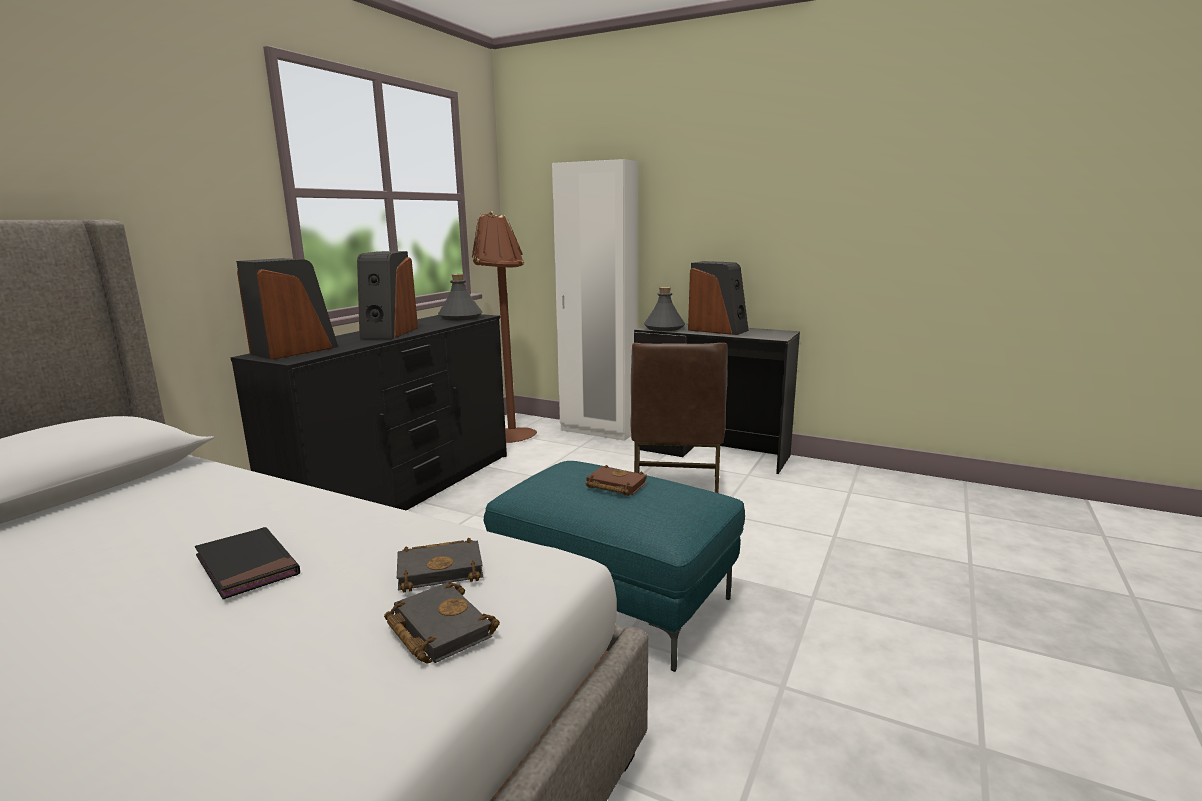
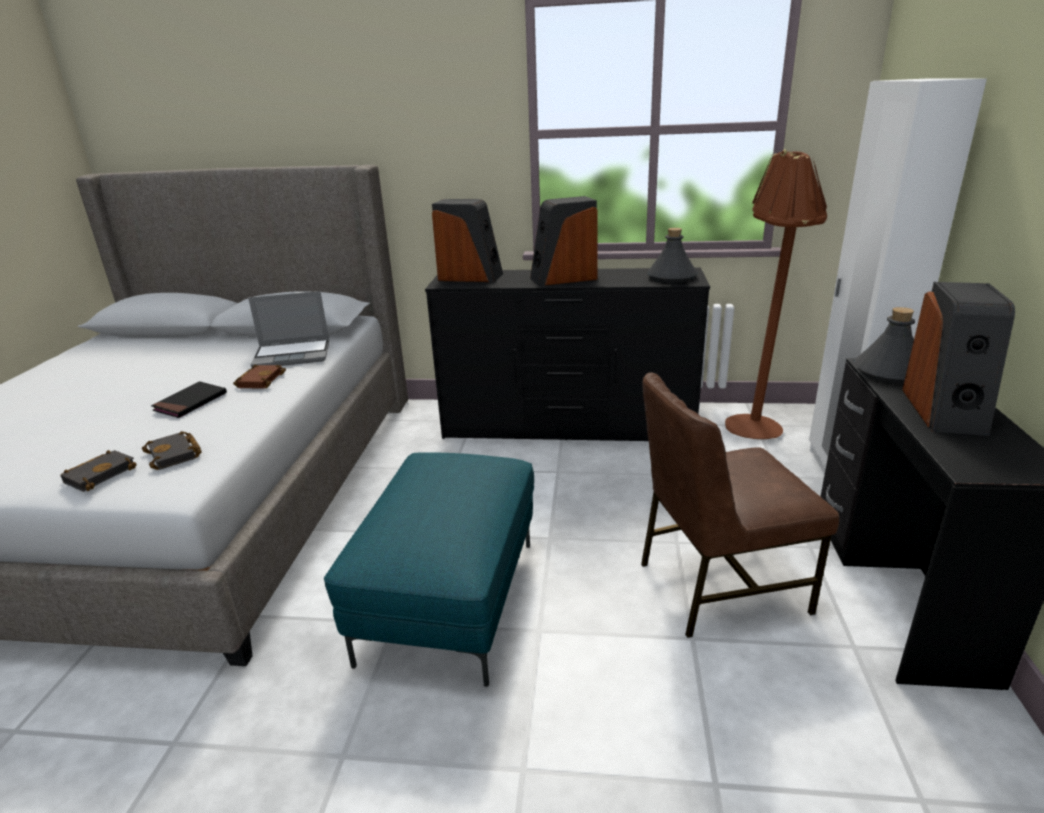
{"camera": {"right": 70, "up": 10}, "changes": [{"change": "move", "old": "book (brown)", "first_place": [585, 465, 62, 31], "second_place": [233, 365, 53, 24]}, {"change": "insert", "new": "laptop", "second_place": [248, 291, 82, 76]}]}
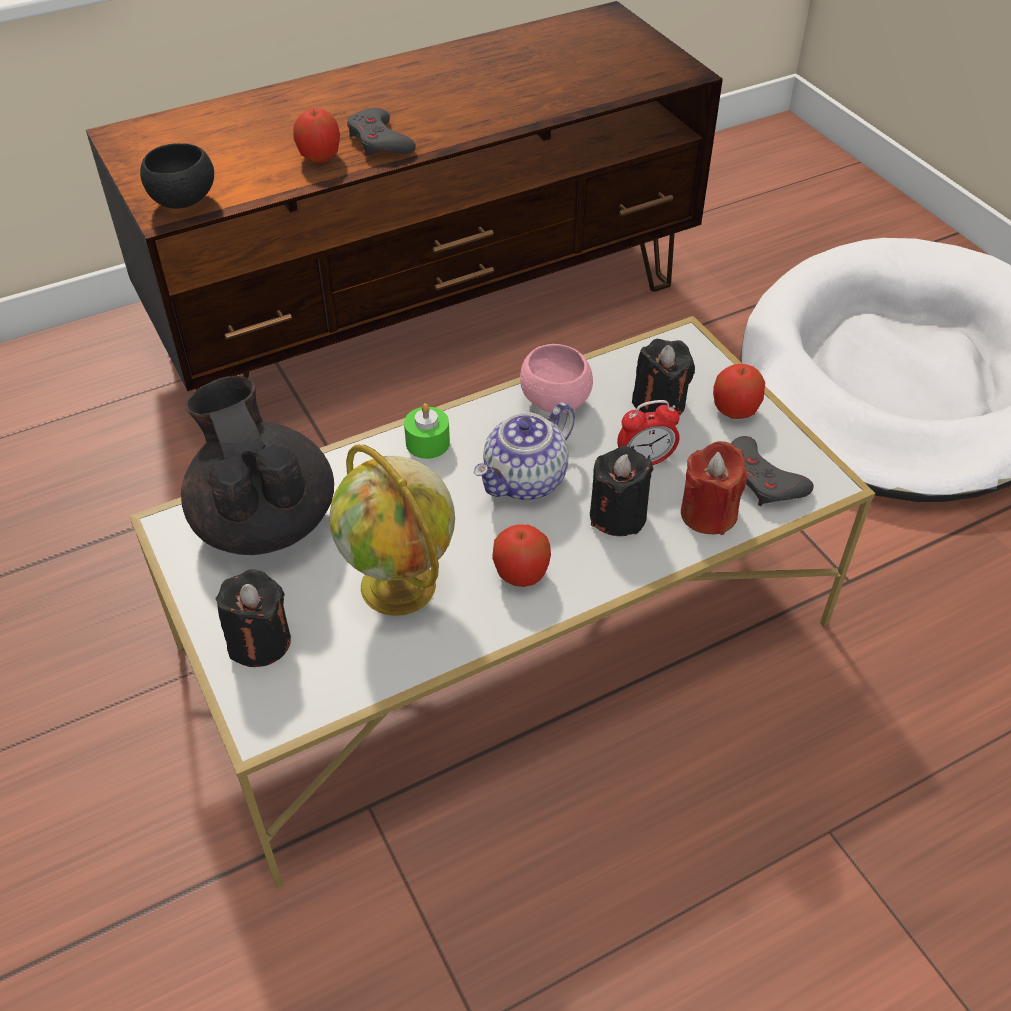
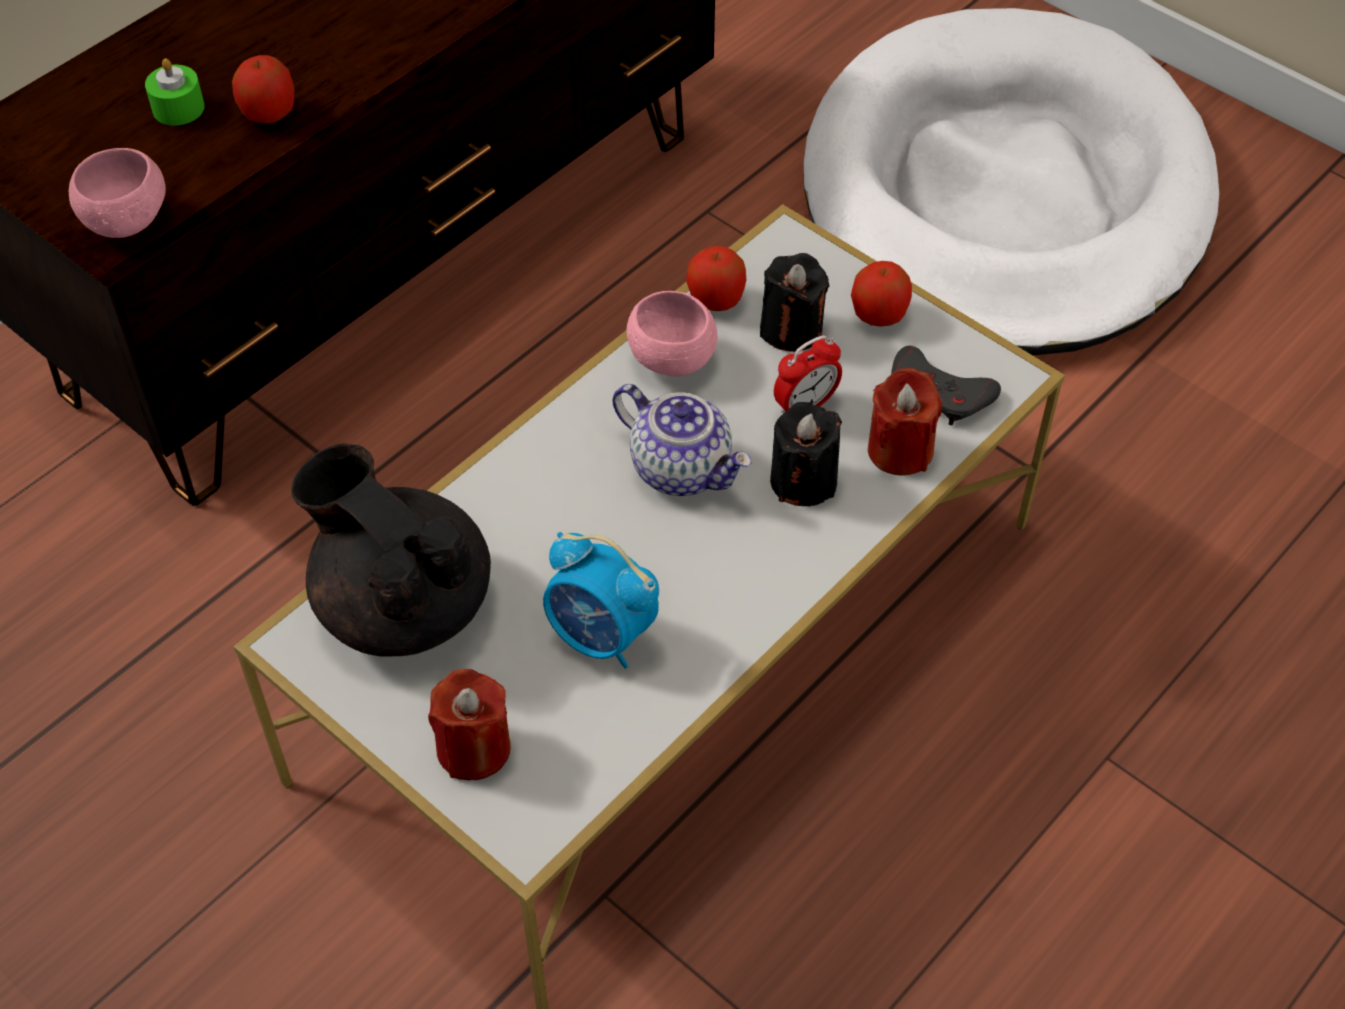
{"camera": {"right": -20, "up": 5}, "changes": [{"change": "recolor", "old": "bowl (black)", "new": "bowl (pink)", "first_place": [140, 143, 74, 66], "second_place": [69, 148, 97, 90]}, {"change": "recolor", "old": "candle (black)", "new": "candle (red)", "first_place": [216, 569, 75, 98], "second_place": [428, 669, 83, 112]}, {"change": "replace", "old": "globe", "new": "alarm clock", "first_place": [330, 445, 125, 171], "second_place": [543, 532, 116, 137]}, {"change": "delete", "old": "game controller (grey)", "first_place": [347, 108, 69, 48]}, {"change": "move", "old": "candle (green)", "first_place": [404, 403, 46, 56], "second_place": [145, 58, 60, 68]}, {"change": "rotate", "old": "teapot", "first_place": [474, 402, 101, 98], "second_place": [612, 384, 140, 112], "degrees": -75}, {"change": "move", "old": "apple", "first_place": [492, 524, 59, 63], "second_place": [686, 246, 60, 65]}]}
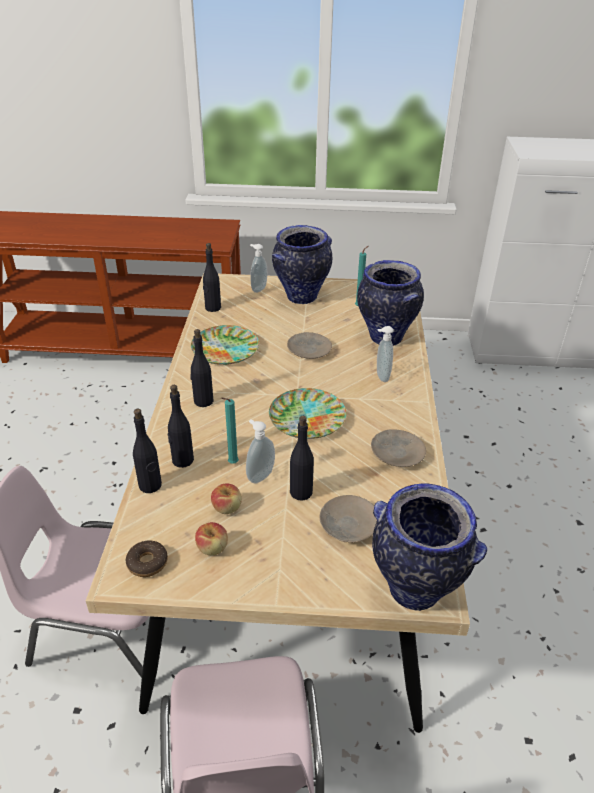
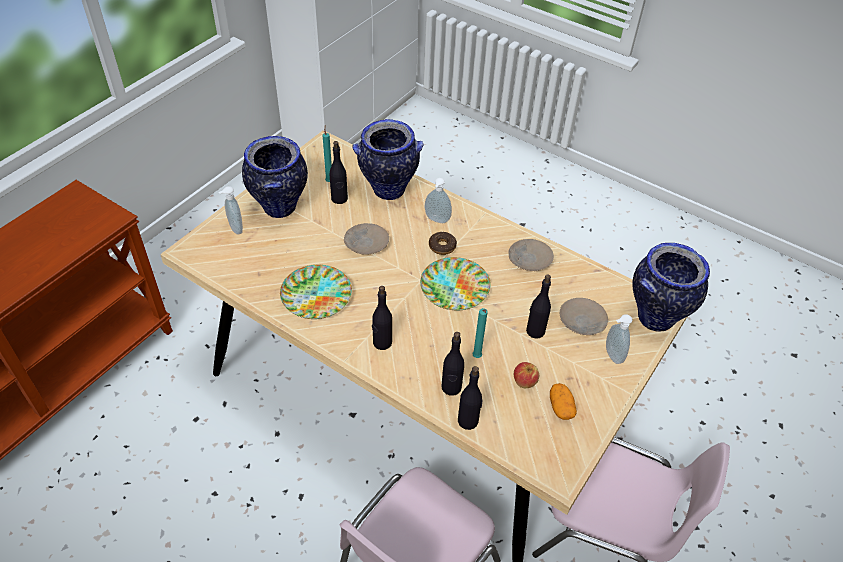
{"camera": {"right": -60, "up": 10}, "changes": [{"change": "move", "old": "donut", "first_place": [126, 540, 42, 37], "second_place": [429, 232, 28, 23]}, {"change": "replace", "old": "apple", "new": "potato", "first_place": [195, 522, 33, 33], "second_place": [550, 383, 27, 37]}, {"change": "move", "old": "bottle (black)", "first_place": [203, 243, 18, 69], "second_place": [330, 141, 18, 63]}, {"change": "move", "old": "soap dispenser", "first_place": [246, 420, 29, 64], "second_place": [606, 314, 26, 50]}]}
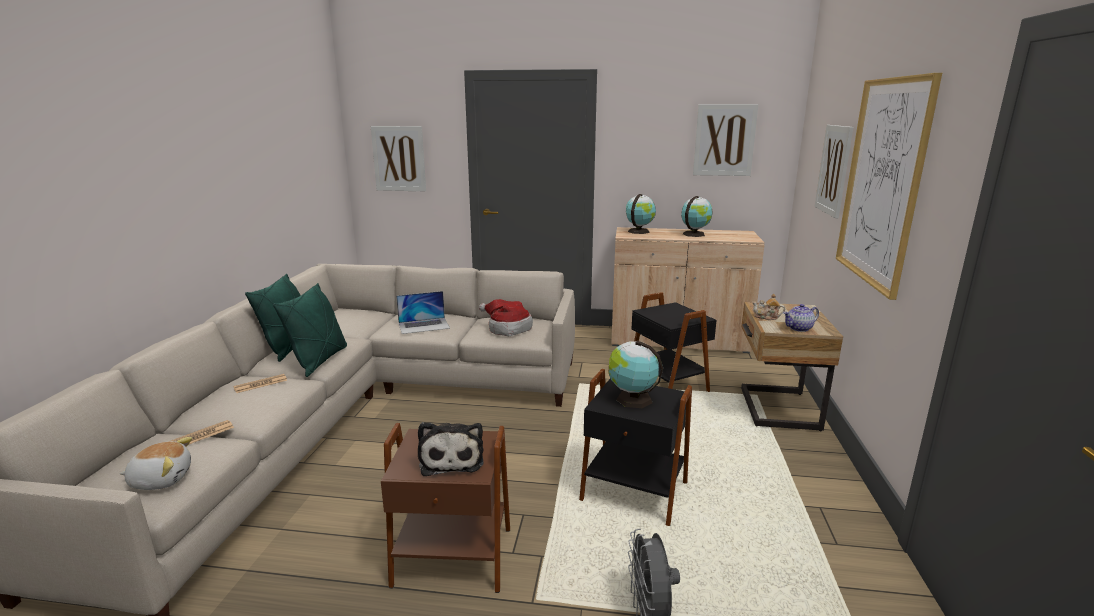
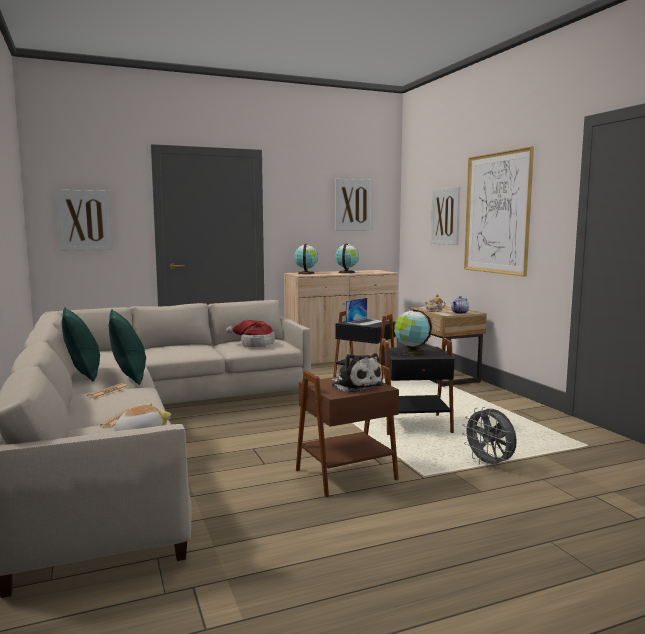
{"camera": {"right": -30, "up": -10}, "changes": [{"change": "move", "old": "laptop", "first_place": [396, 291, 54, 43], "second_place": [346, 298, 36, 28]}]}
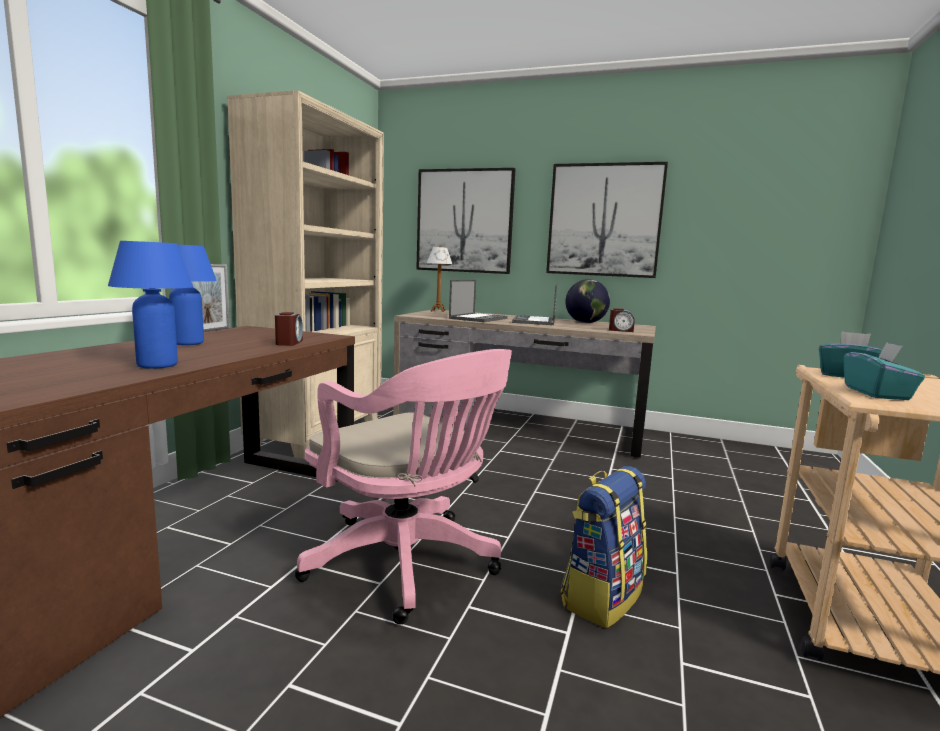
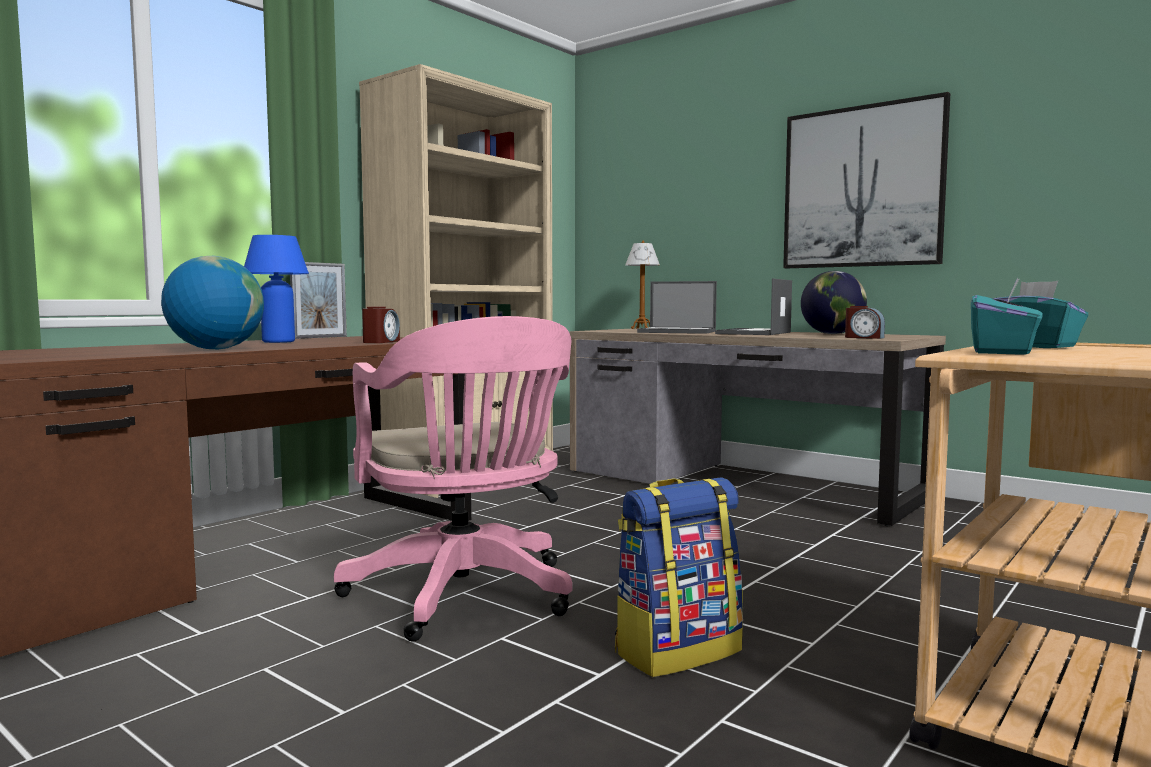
{"camera": {"right": 20, "up": -5}, "changes": [{"change": "replace", "old": "table lamp (blue)", "new": "globe", "first_place": [108, 241, 85, 128], "second_place": [161, 256, 103, 93]}, {"change": "delete", "old": "picture", "first_place": [416, 168, 100, 106]}, {"change": "rotate", "old": "laptop", "first_place": [449, 280, 59, 42], "second_place": [637, 281, 80, 53], "degrees": 60}]}
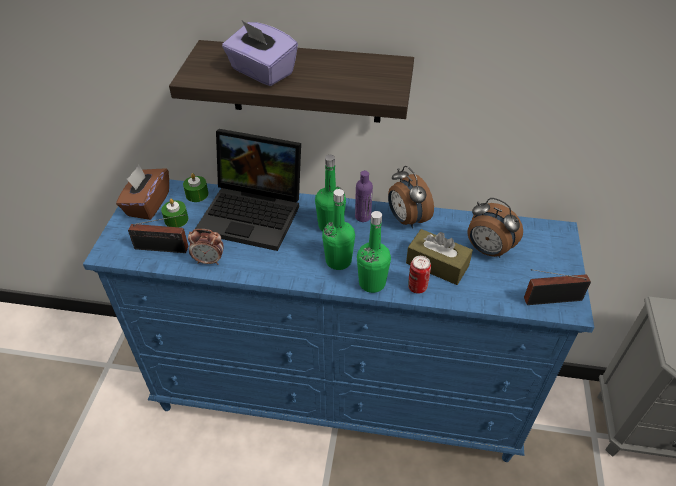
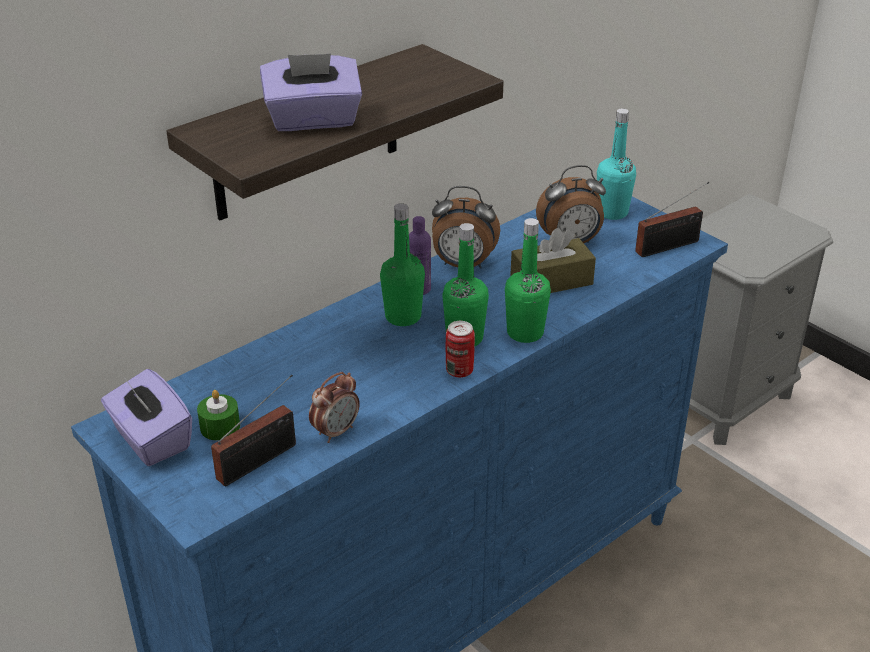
{"camera": {"right": -50, "up": -10}, "changes": [{"change": "recolor", "old": "tissue box (brown)", "new": "tissue box (purple)", "first_place": [116, 165, 53, 55], "second_place": [101, 369, 91, 97]}, {"change": "delete", "old": "candle (green)", "first_place": [183, 173, 26, 29]}, {"change": "delete", "old": "laptop", "first_place": [195, 129, 106, 122]}, {"change": "move", "old": "can", "first_place": [408, 256, 23, 38], "second_place": [446, 321, 29, 57]}, {"change": "rotate", "old": "radio", "first_place": [524, 269, 67, 36], "second_place": [635, 182, 74, 75], "degrees": -150}, {"change": "insert", "new": "bottle (turquoise)", "second_place": [597, 109, 39, 111]}]}
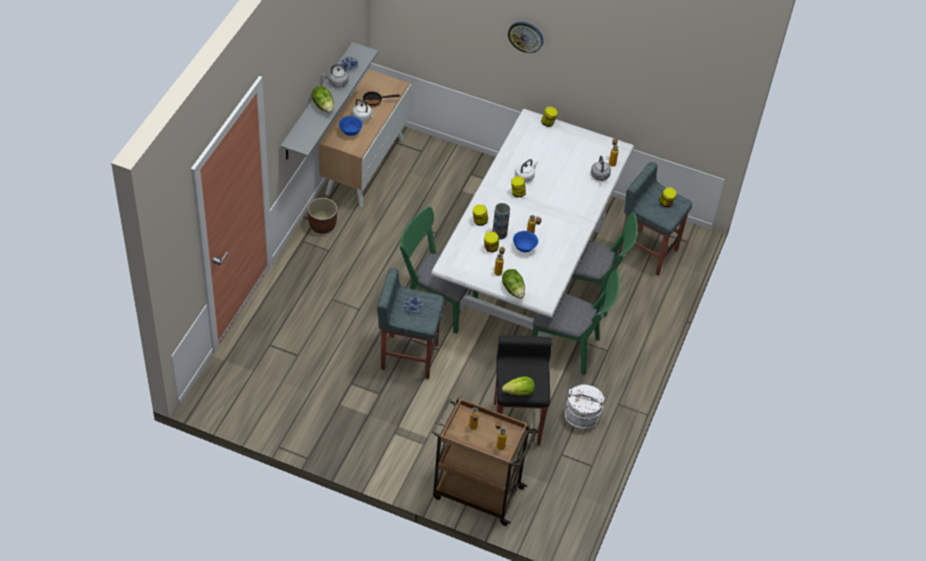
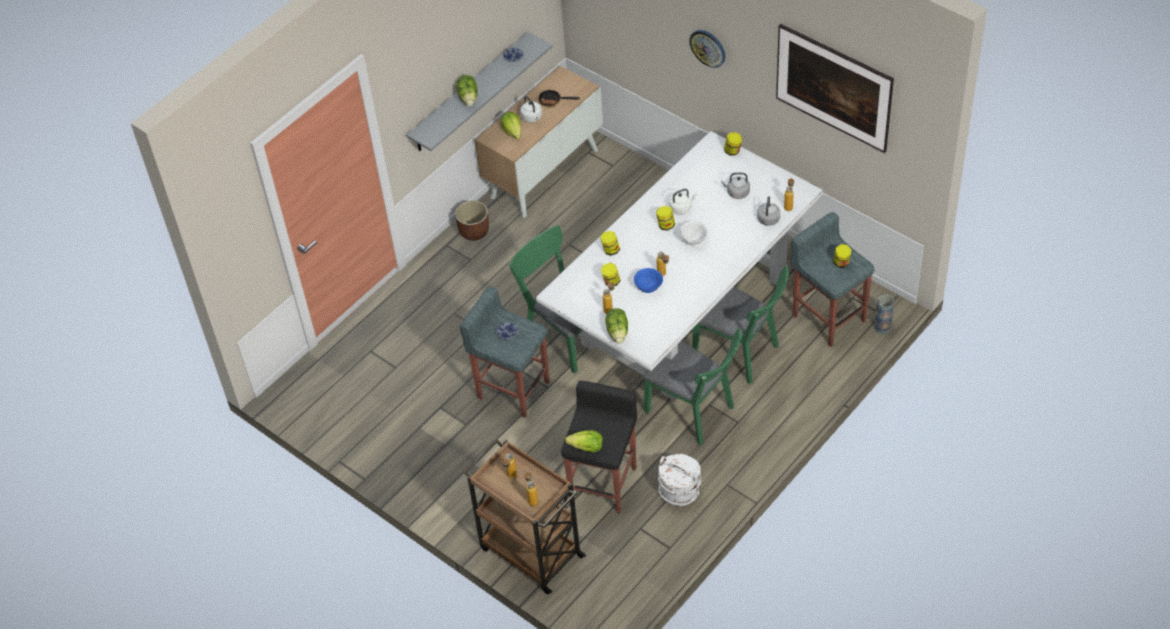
{"camera": {"right": 25, "up": 0}, "changes": [{"change": "move", "old": "kettle (grey)", "first_place": [323, 64, 26, 24], "second_place": [721, 172, 29, 27]}, {"change": "replace", "old": "bowl (blue)", "new": "lettuce", "first_place": [339, 116, 24, 20], "second_place": [501, 112, 20, 27]}, {"change": "move", "old": "vase", "first_place": [492, 203, 18, 37], "second_place": [874, 294, 20, 40]}, {"change": "insert", "new": "bowl (white)", "second_place": [679, 221, 29, 24]}, {"change": "insert", "new": "picture", "second_place": [776, 24, 118, 129]}]}
